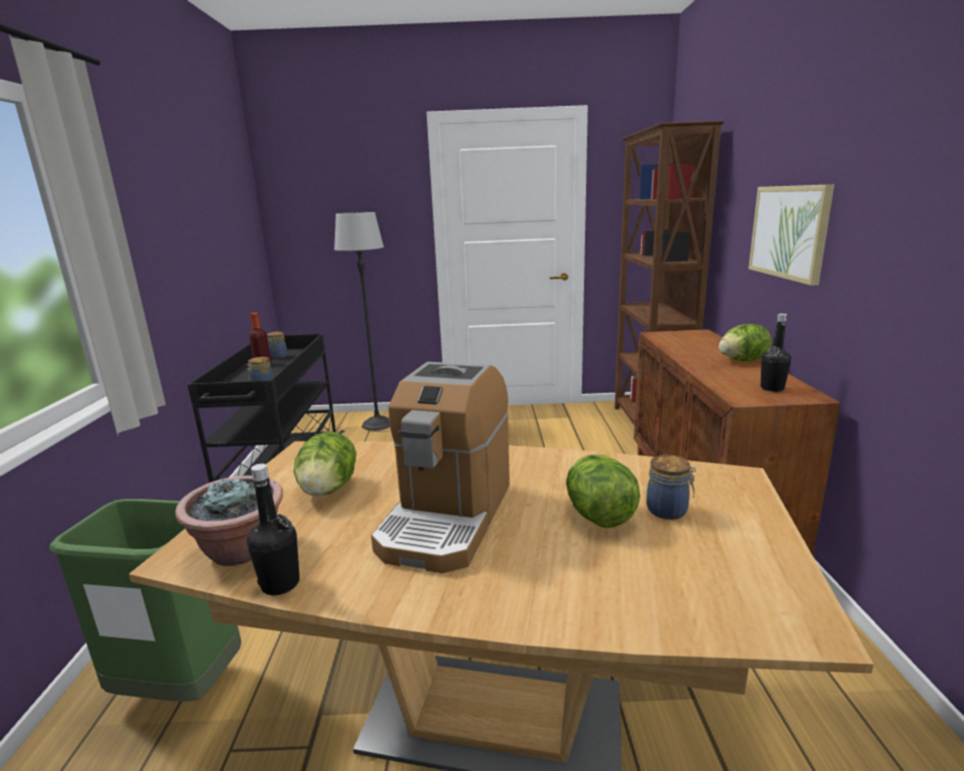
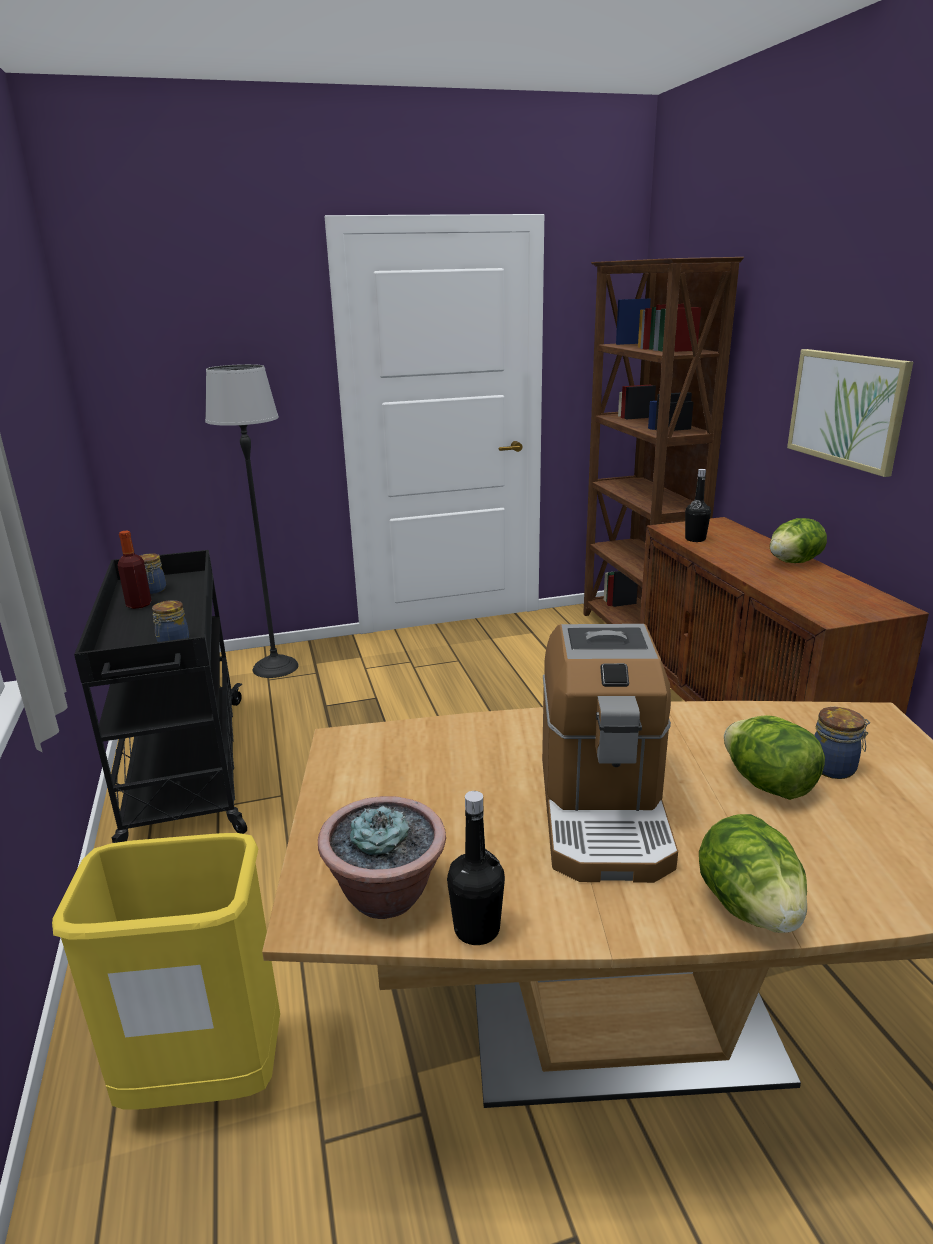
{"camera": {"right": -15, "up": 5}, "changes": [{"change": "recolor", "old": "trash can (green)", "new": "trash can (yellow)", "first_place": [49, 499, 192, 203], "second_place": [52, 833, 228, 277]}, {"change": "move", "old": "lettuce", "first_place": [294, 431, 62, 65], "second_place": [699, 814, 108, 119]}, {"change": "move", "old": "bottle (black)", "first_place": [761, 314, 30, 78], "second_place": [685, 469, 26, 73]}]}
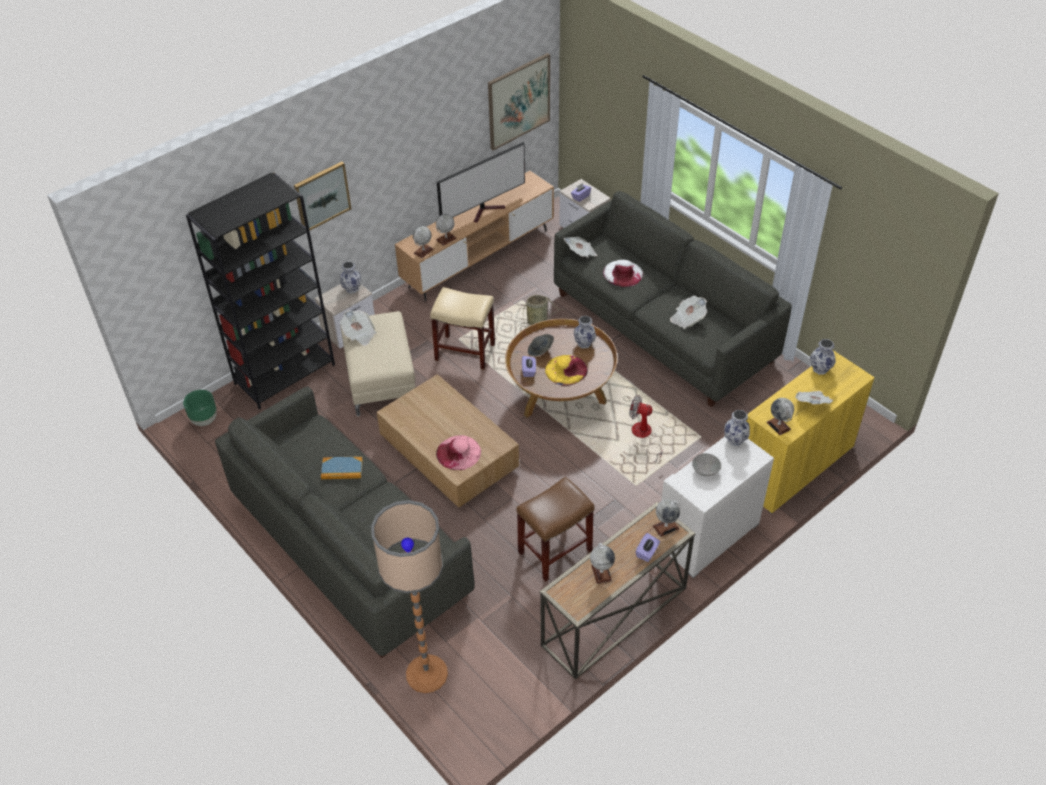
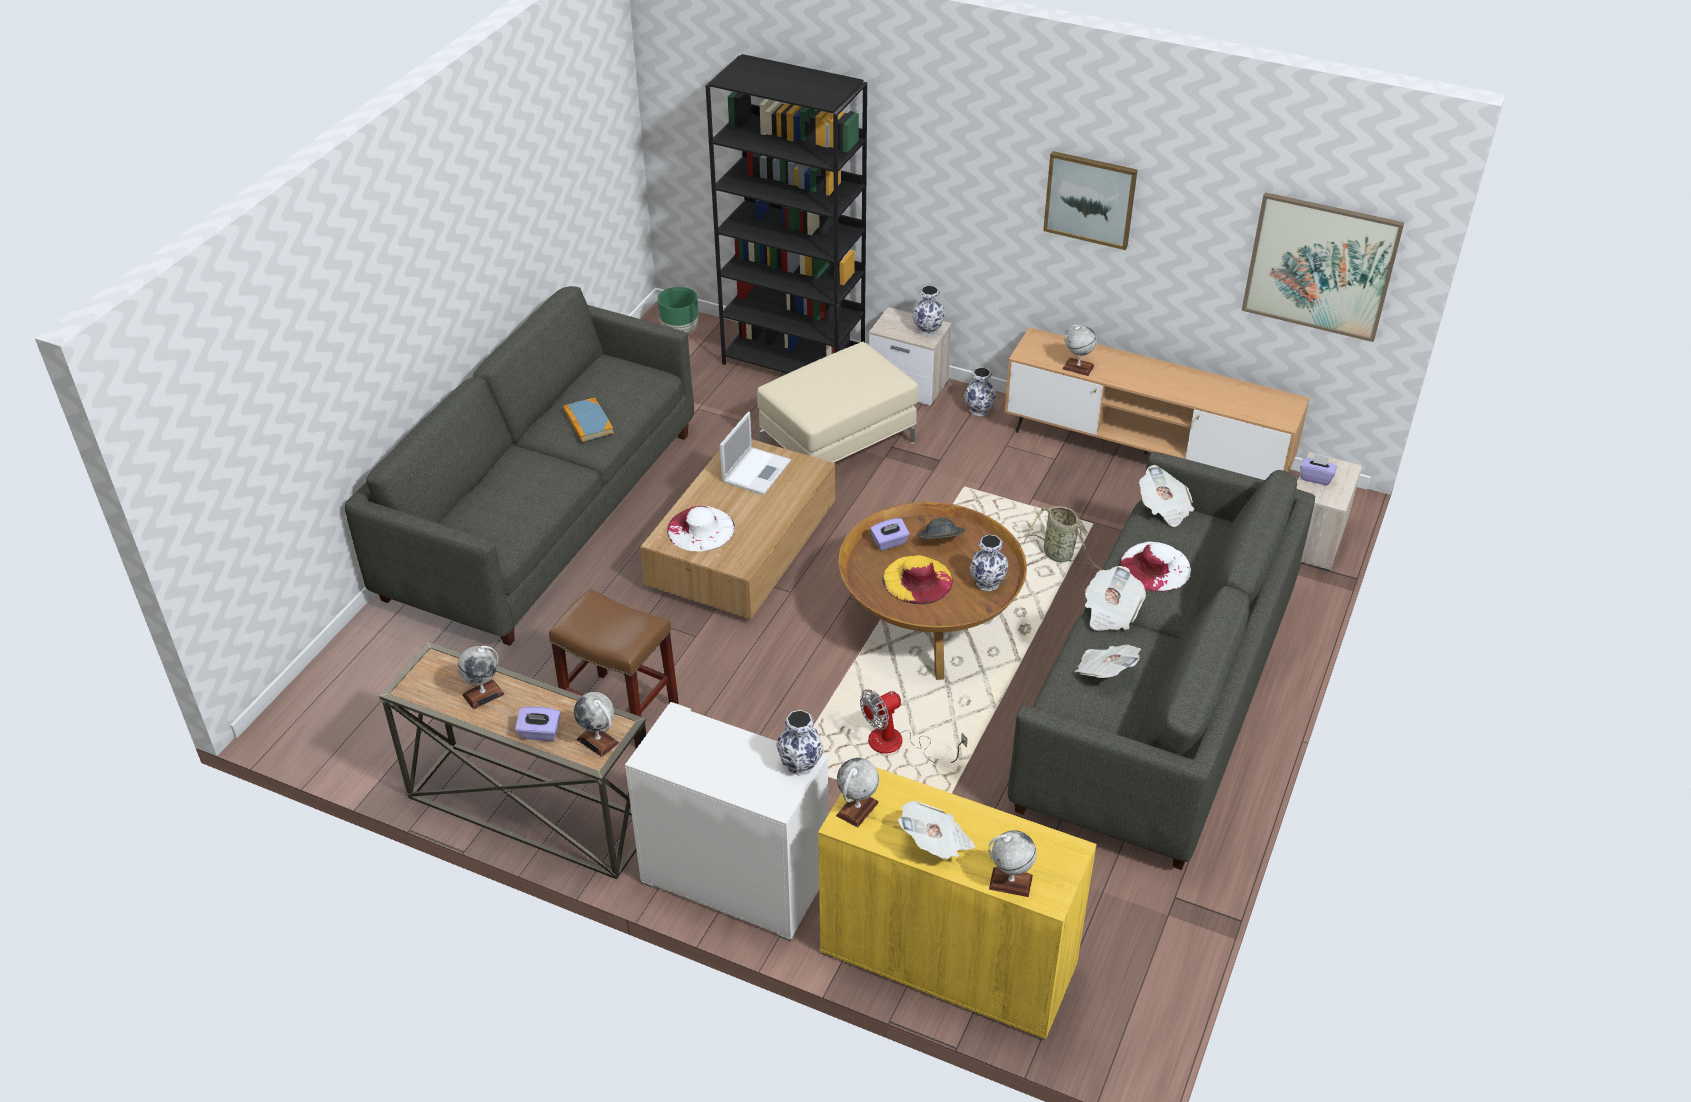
{"camera": {"right": 65, "up": -5}, "changes": [{"change": "move", "old": "picture", "first_place": [294, 162, 57, 69], "second_place": [1043, 151, 95, 99]}, {"change": "move", "old": "newspaper", "first_place": [340, 310, 37, 36], "second_place": [1085, 566, 61, 65]}, {"change": "delete", "old": "floor lamp", "first_place": [371, 500, 77, 193]}, {"change": "move", "old": "globe", "first_place": [413, 226, 20, 32], "second_place": [988, 830, 48, 67]}, {"change": "delete", "old": "stool (beige)", "first_place": [430, 287, 65, 83]}, {"change": "recolor", "old": "hat (pink)", "new": "hat (white)", "first_place": [436, 435, 45, 35], "second_place": [667, 506, 68, 46]}, {"change": "delete", "old": "television", "first_place": [437, 142, 88, 81]}, {"change": "rotate", "old": "fan", "first_place": [629, 395, 34, 67], "second_place": [860, 689, 108, 74], "degrees": -120}, {"change": "delete", "old": "bowl (grey)", "first_place": [692, 453, 29, 23]}, {"change": "move", "old": "vase", "first_place": [810, 339, 26, 35], "second_place": [964, 367, 33, 49]}, {"change": "insert", "new": "laptop", "second_place": [720, 412, 71, 83]}]}
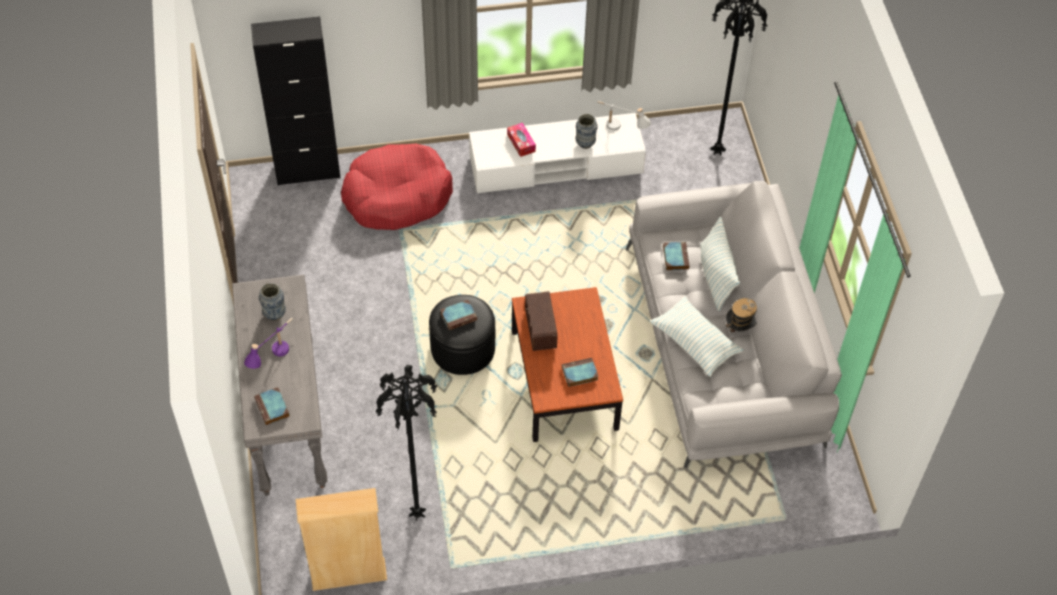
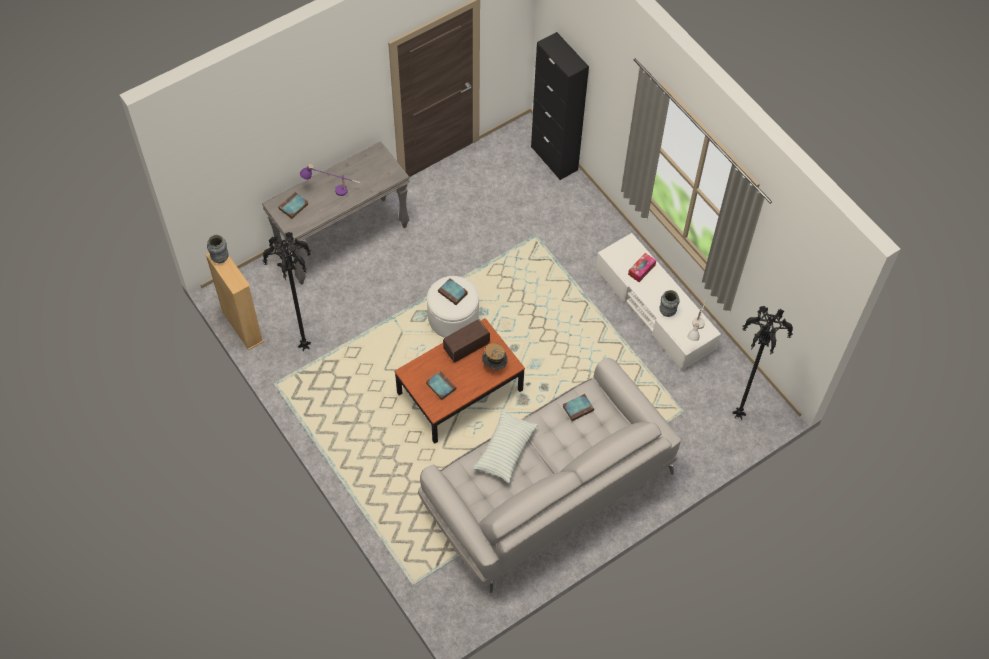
{"camera": {"right": 65, "up": 5}, "changes": [{"change": "move", "old": "vase", "first_place": [259, 283, 27, 38], "second_place": [207, 235, 22, 29]}, {"change": "delete", "old": "dog bed (red)", "first_place": [341, 144, 112, 86]}, {"change": "recolor", "old": "ottoman (black)", "new": "ottoman (white)", "first_place": [429, 295, 66, 80], "second_place": [427, 276, 52, 62]}, {"change": "delete", "old": "pillow", "first_place": [700, 217, 40, 94]}, {"change": "move", "old": "hat", "first_place": [726, 298, 31, 40], "second_place": [482, 343, 26, 27]}]}
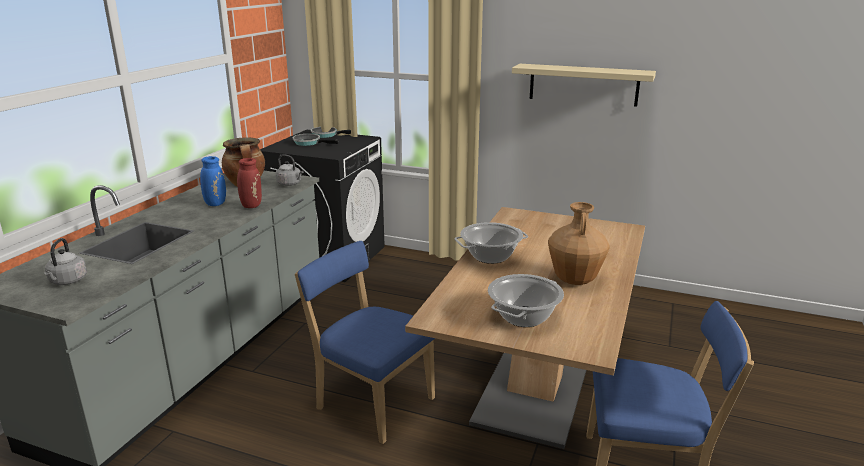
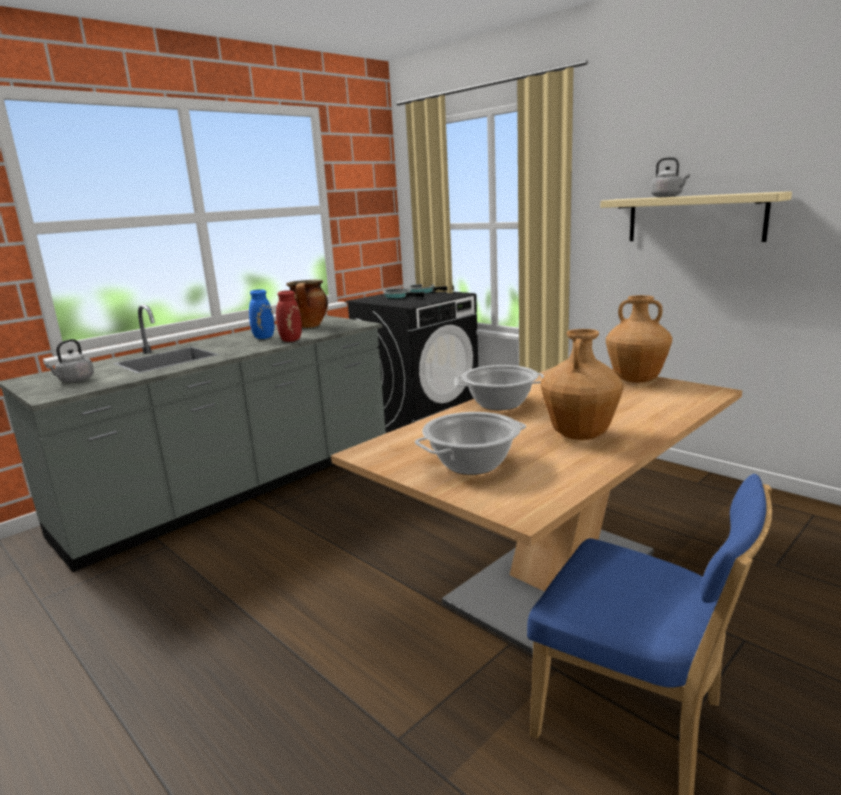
{"camera": {"right": 25, "up": -5}, "changes": [{"change": "move", "old": "kettle (grey)", "first_place": [275, 154, 29, 32], "second_place": [651, 157, 39, 40]}, {"change": "delete", "old": "chair (blue)", "first_place": [295, 241, 141, 203]}, {"change": "insert", "new": "vase (brown)", "second_place": [606, 295, 66, 88]}]}
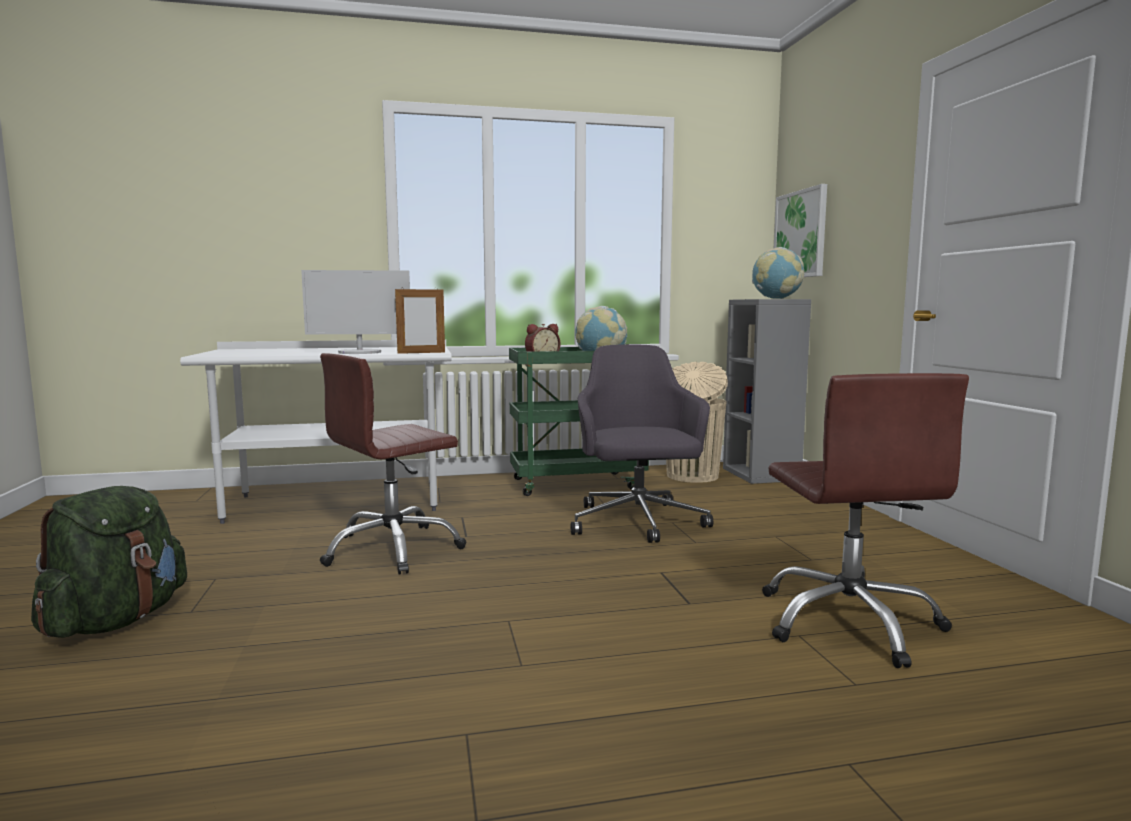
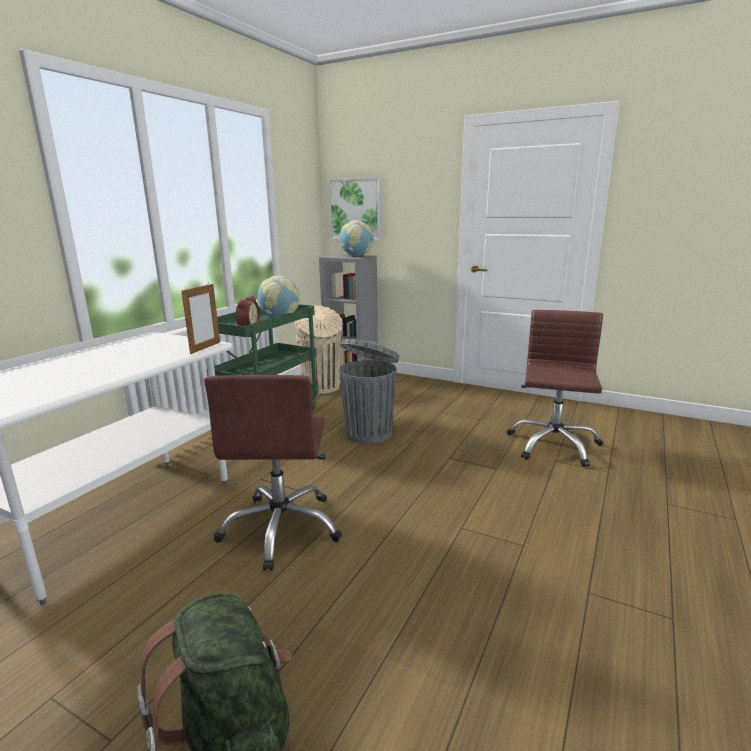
{"camera": {"right": -50, "up": 10}, "changes": [{"change": "delete", "old": "monitor", "first_place": [301, 270, 109, 84]}, {"change": "replace", "old": "office chair (grey)", "new": "trash can (grey)", "first_place": [571, 344, 142, 199], "second_place": [339, 339, 60, 105]}, {"change": "rotate", "old": "office chair (brown)", "first_place": [762, 373, 207, 295], "second_place": [507, 310, 96, 157], "degrees": -105}]}
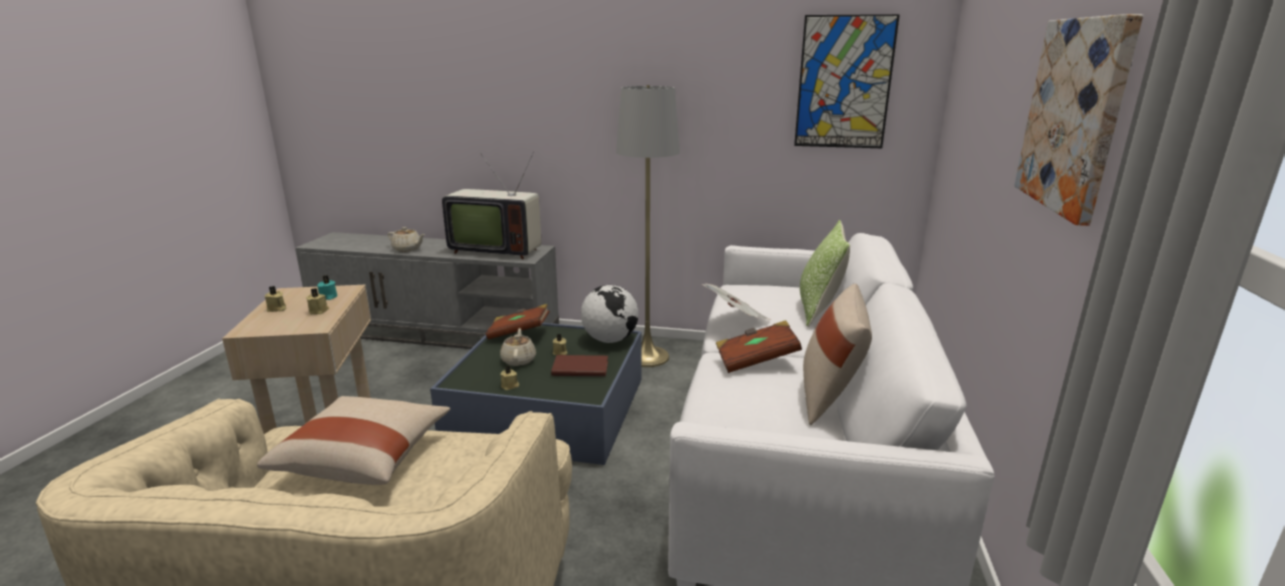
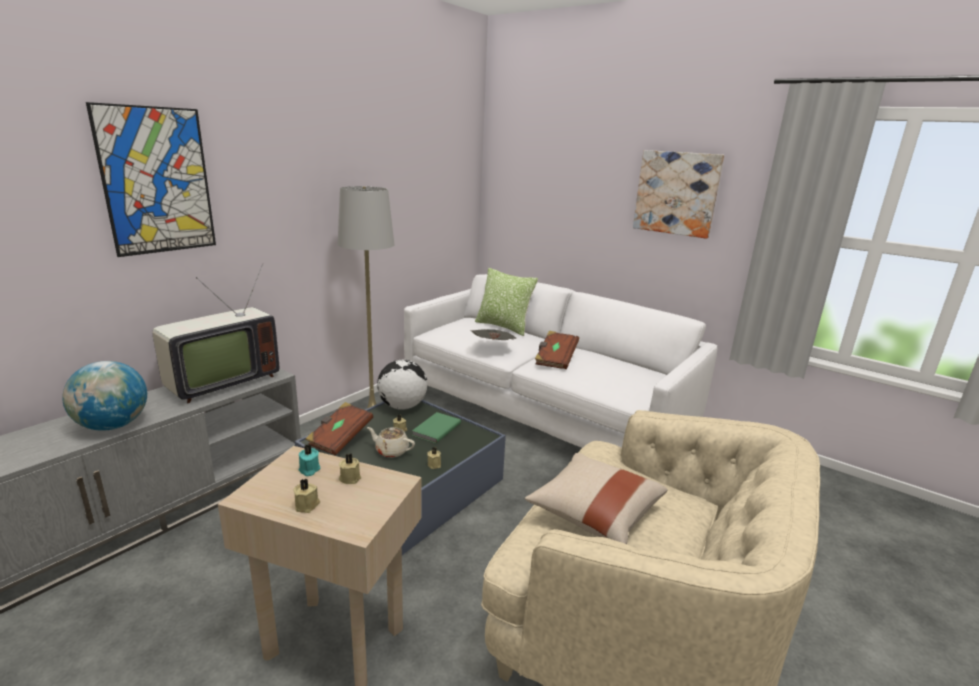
{"camera": {"right": -65, "up": 0}, "changes": [{"change": "replace", "old": "teapot (beige)", "new": "globe", "first_place": [388, 227, 37, 25], "second_place": [62, 361, 85, 70]}, {"change": "recolor", "old": "book (brown)", "new": "book (green)", "first_place": [551, 355, 57, 22], "second_place": [412, 412, 49, 31]}, {"change": "move", "old": "picture", "first_place": [794, 14, 106, 134], "second_place": [86, 102, 130, 155]}, {"change": "delete", "old": "pillow (beige)", "first_place": [803, 284, 69, 141]}]}
